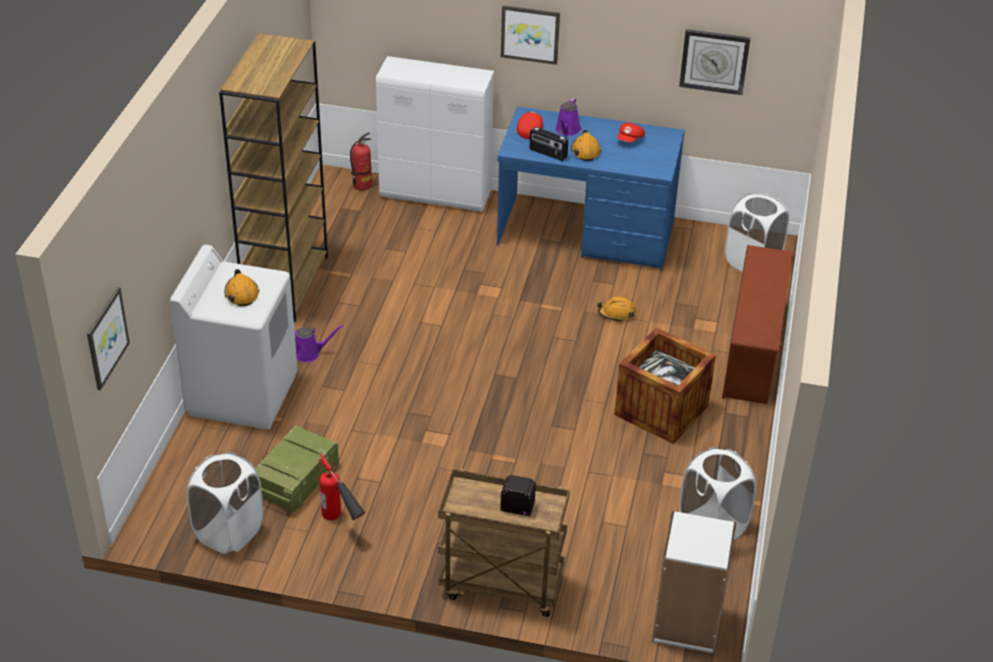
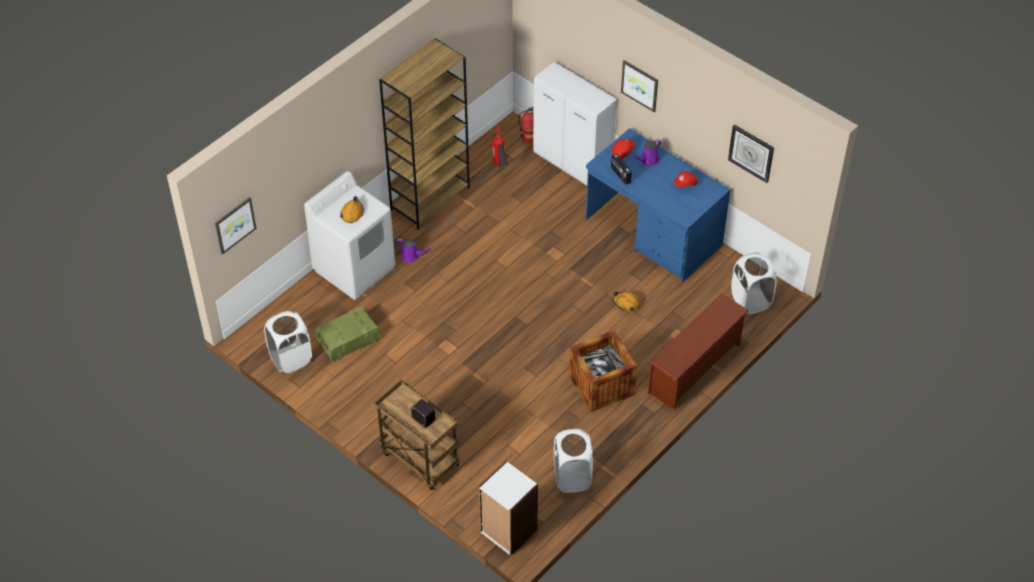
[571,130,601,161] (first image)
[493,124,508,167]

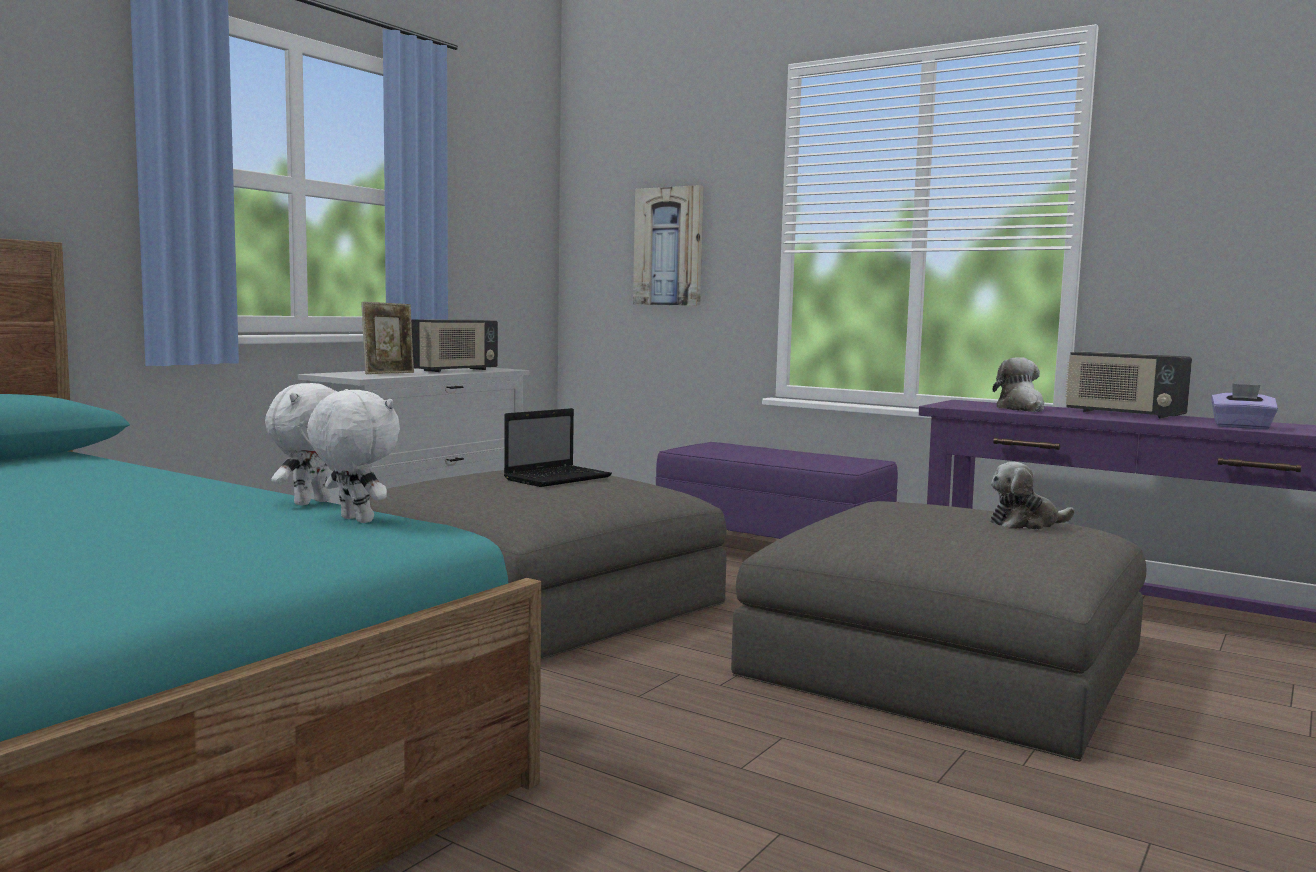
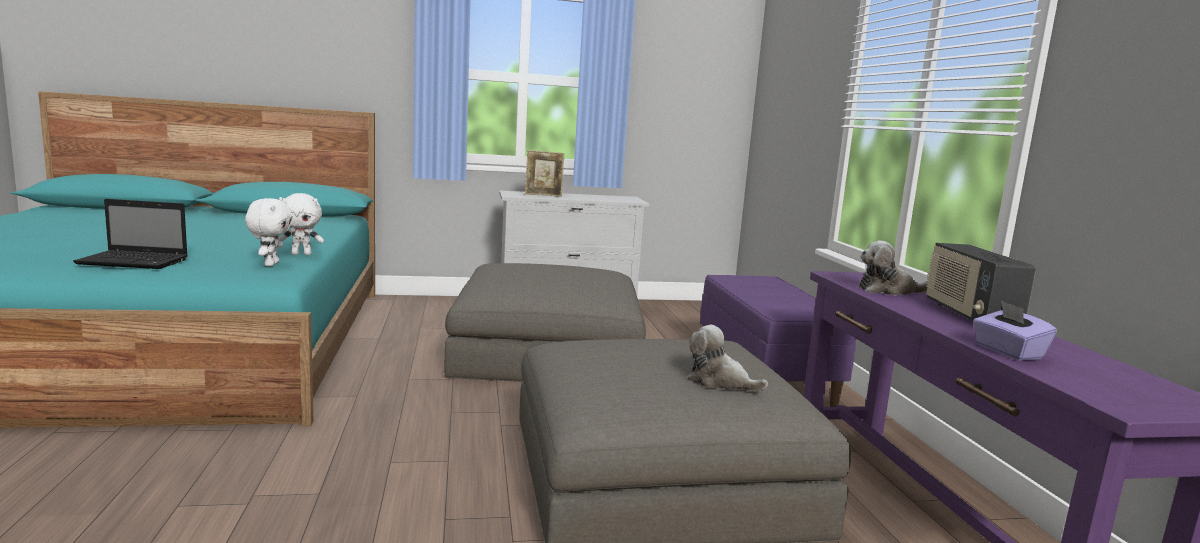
[633,185,704,306] (first image)
[411,319,498,372] (first image)
[859,241,928,295]
[73,199,188,269]

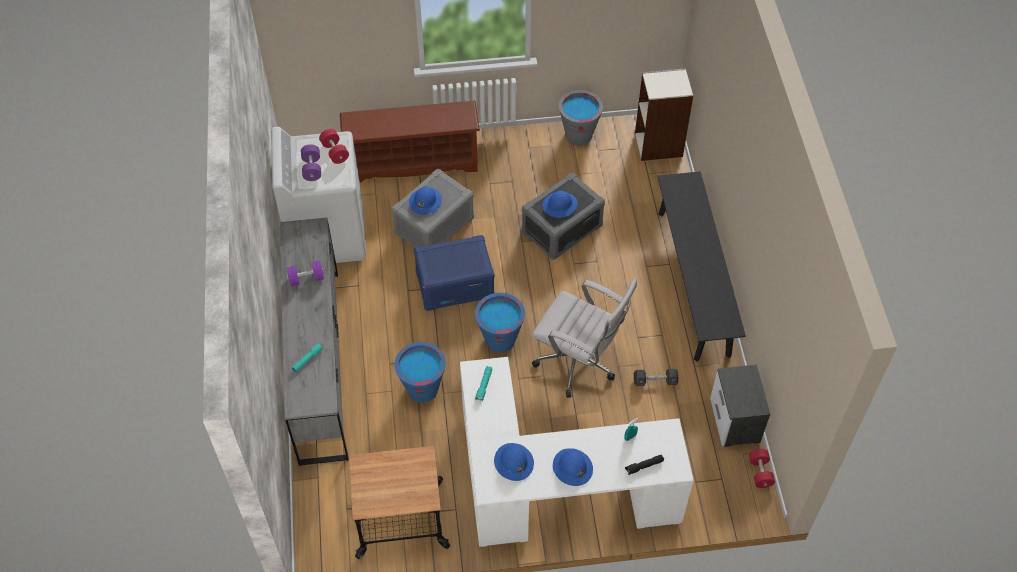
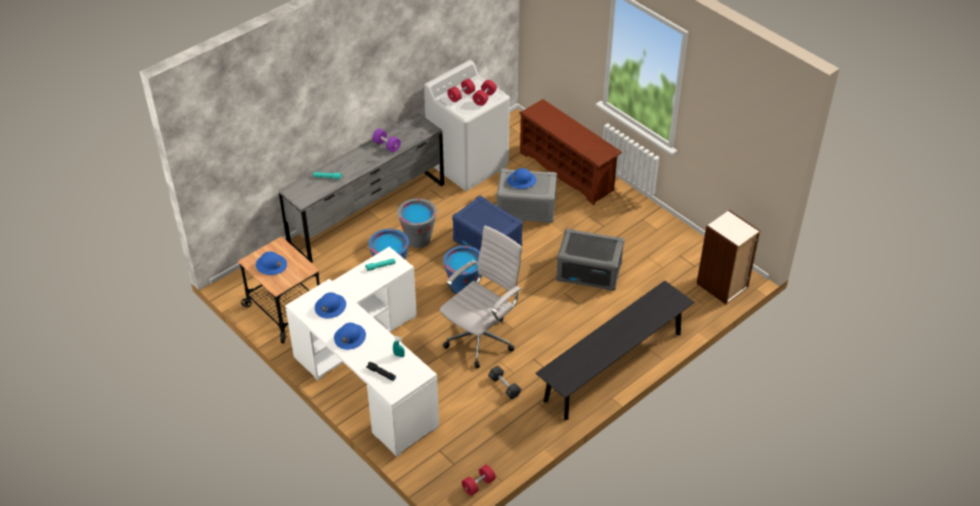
[397,198,437,248]
[447,79,475,102]
[256,251,287,275]
[440,225,522,368]
[710,364,770,447] (first image)

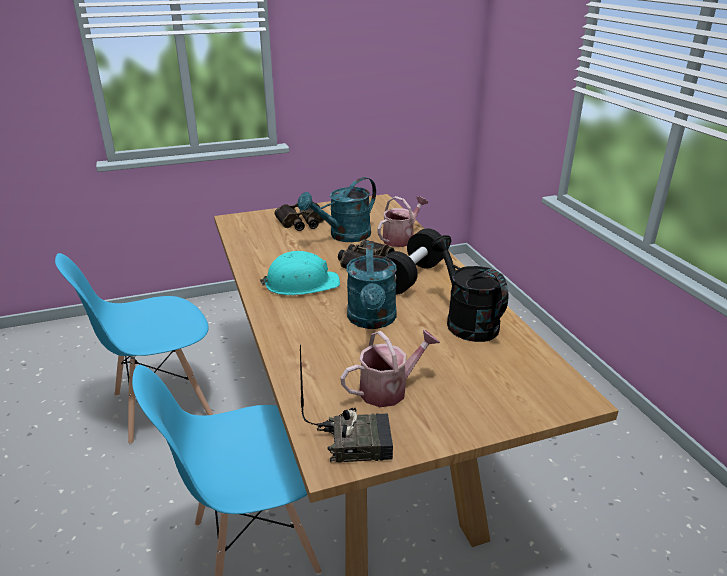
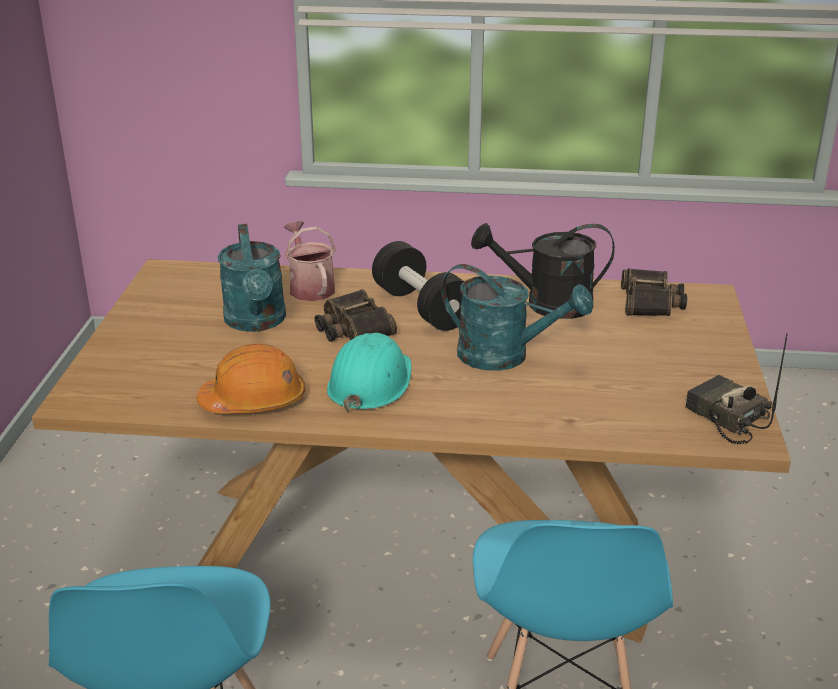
[621,268,687,316]
[340,330,440,407] (first image)
[686,333,788,444]
[197,344,305,414]

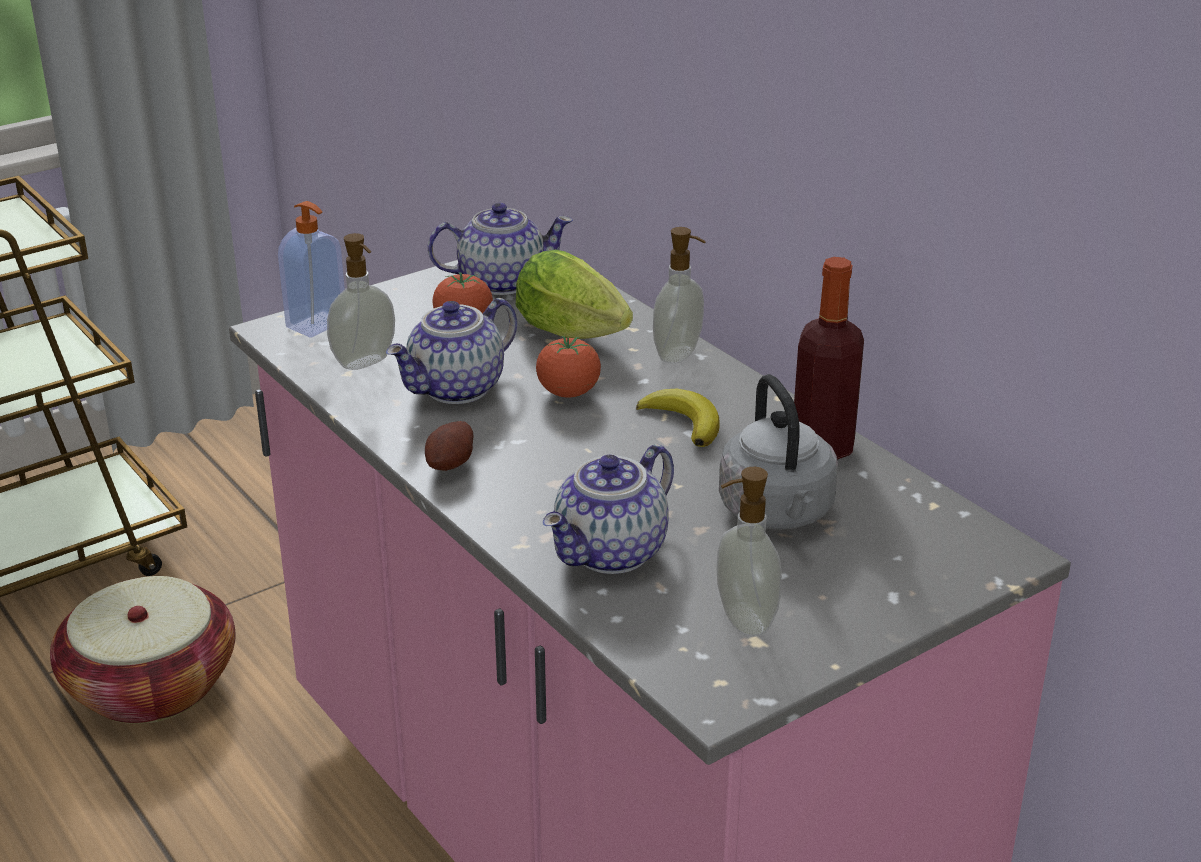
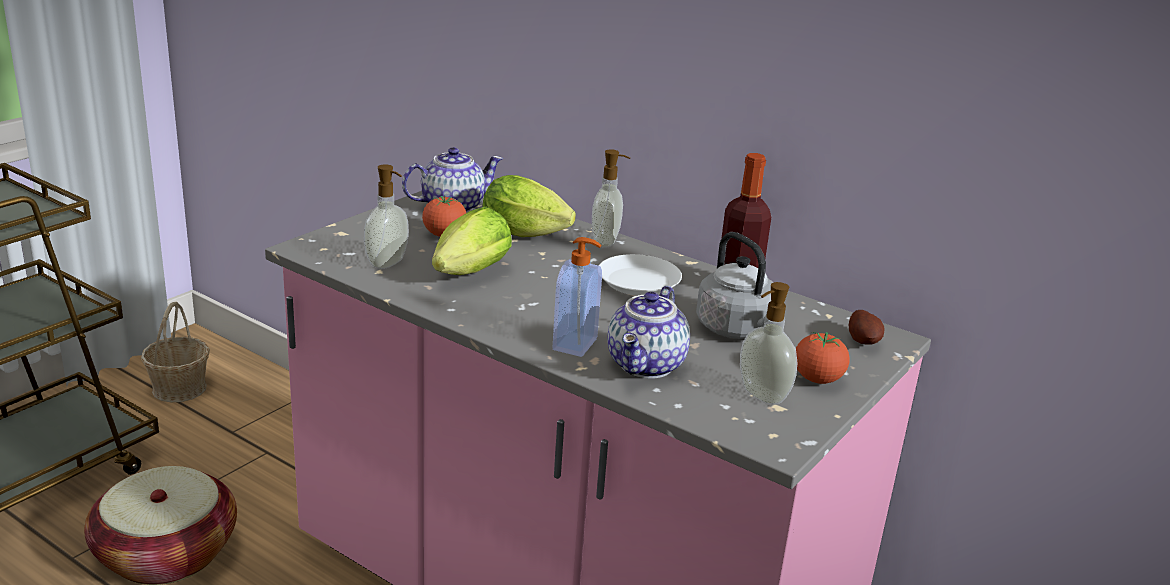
[552,237,602,357]
[432,207,512,275]
[796,332,850,384]
[599,254,682,296]
[849,310,884,345]
[141,302,210,402]

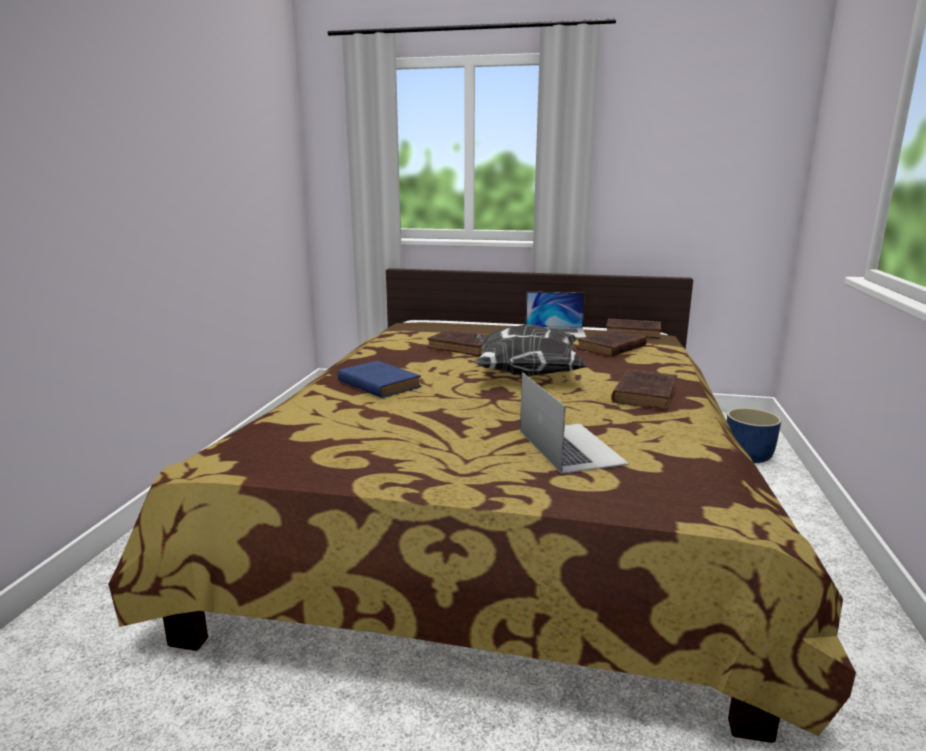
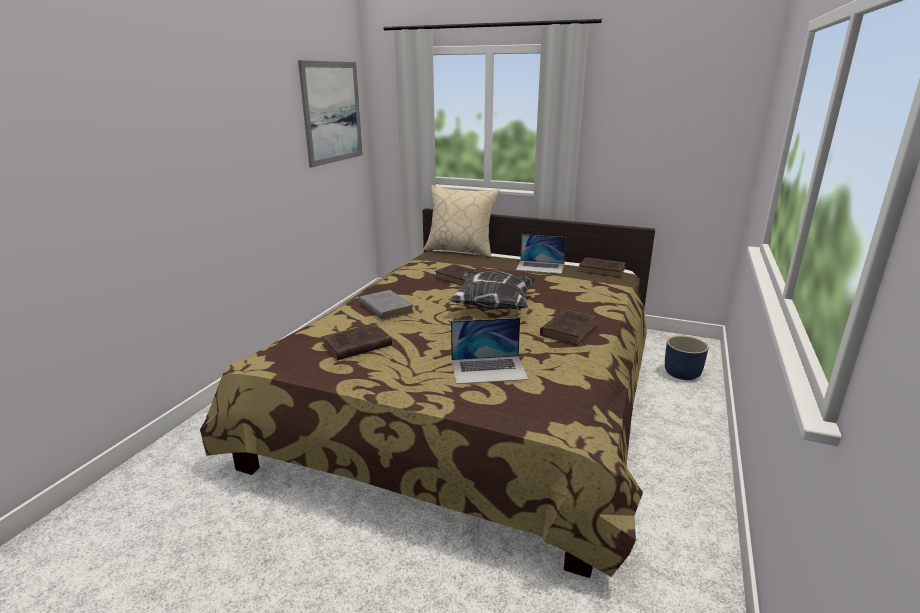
[322,323,392,360]
[360,290,414,320]
[451,318,529,384]
[298,60,363,167]
[423,185,500,258]

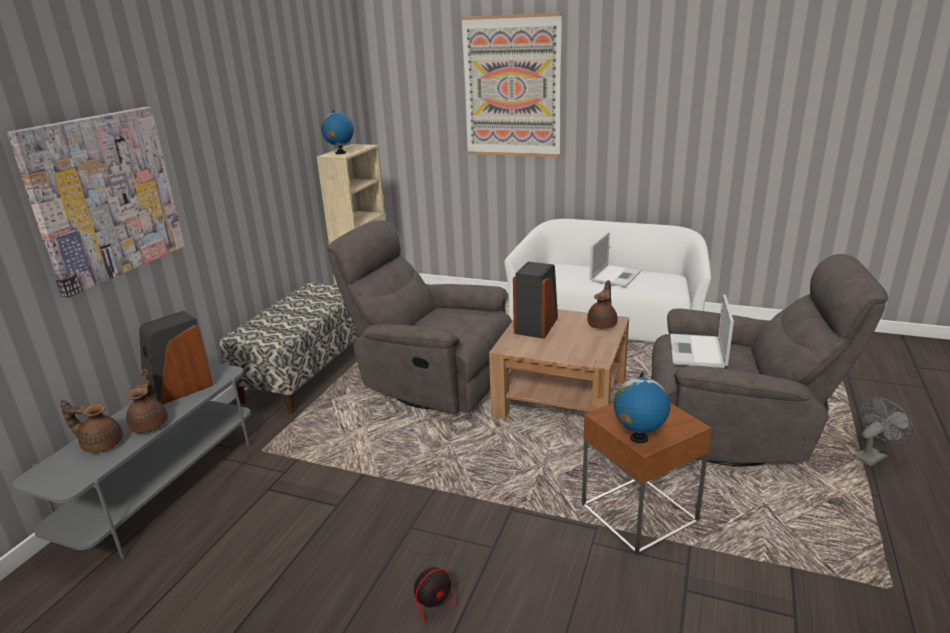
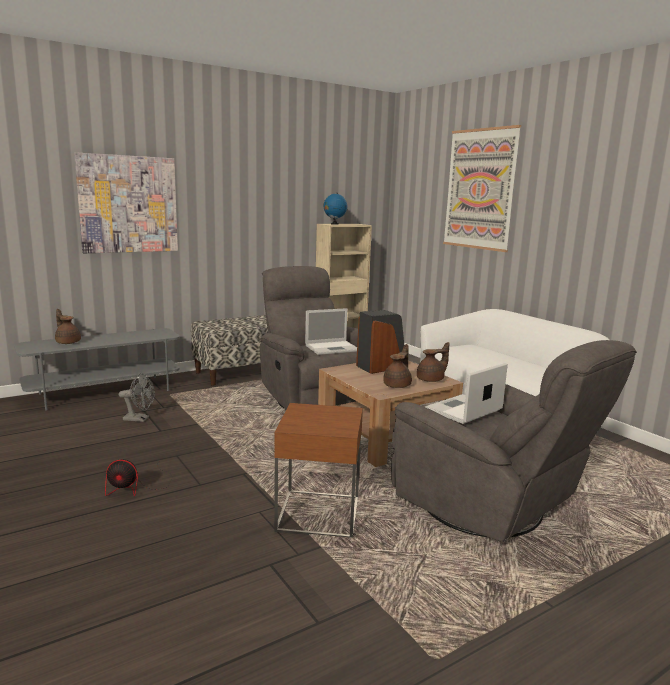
[305,308,357,355]
[139,311,213,405] (first image)
[383,344,412,388]
[614,372,670,443] (first image)
[119,373,155,422]

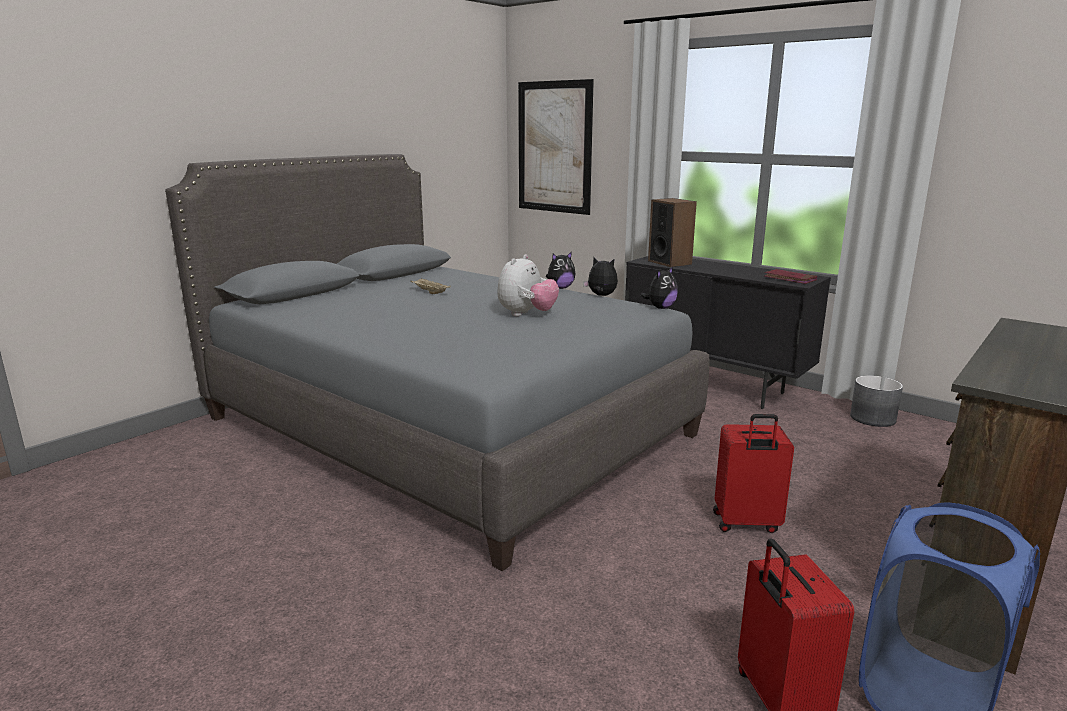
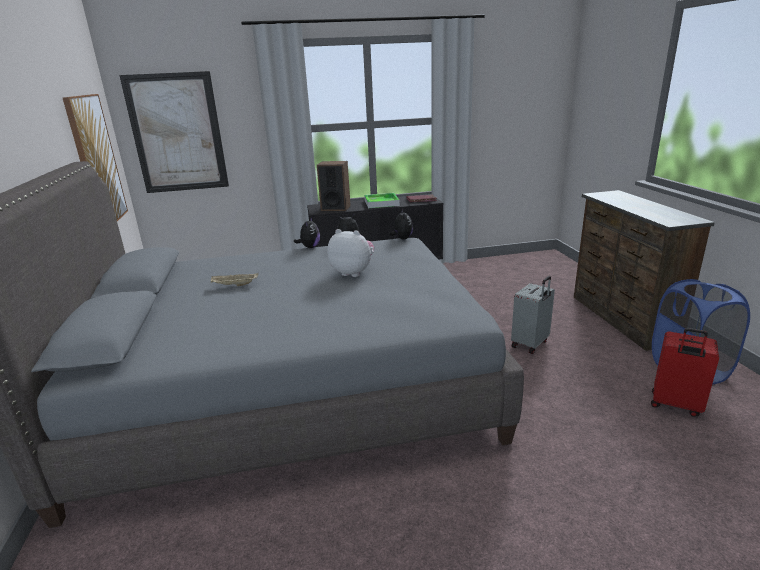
[327,229,374,277]
[850,375,903,427] (first image)
[511,276,555,354]
[63,94,128,221]
[364,193,400,208]

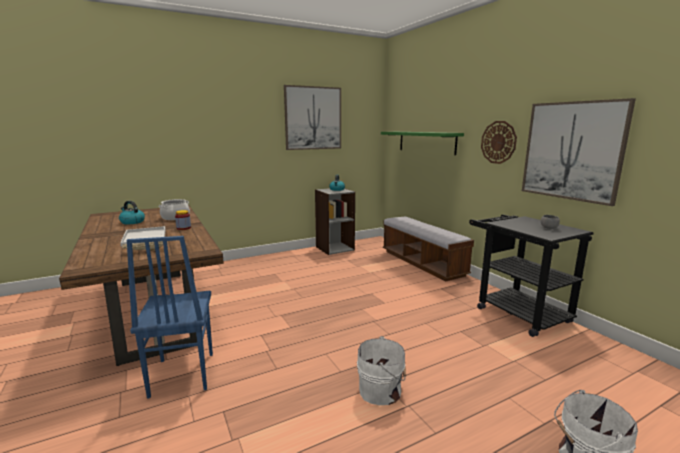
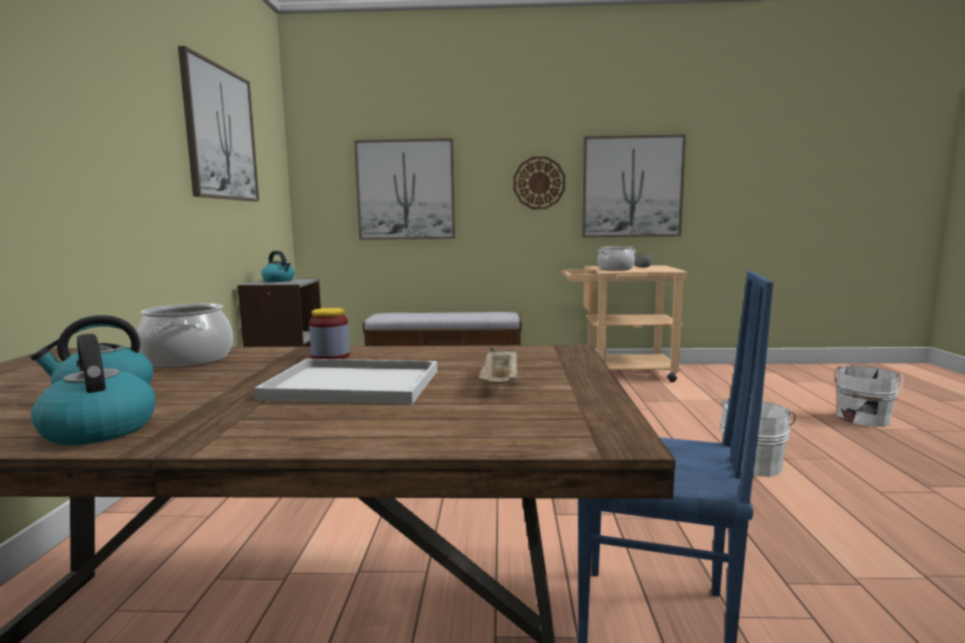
[354,138,455,240]
[561,265,687,382]
[597,247,635,271]
[31,334,155,445]

